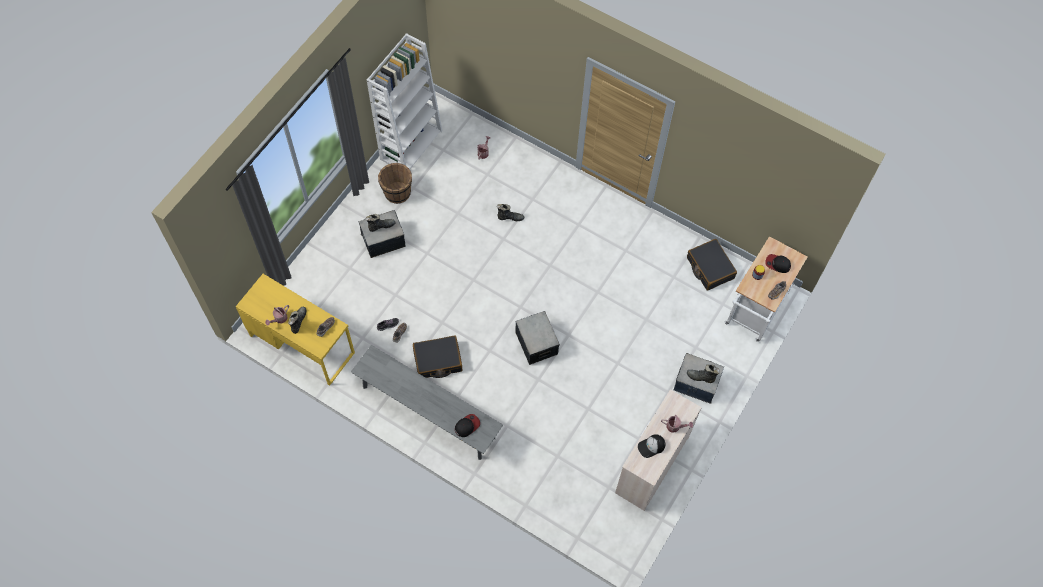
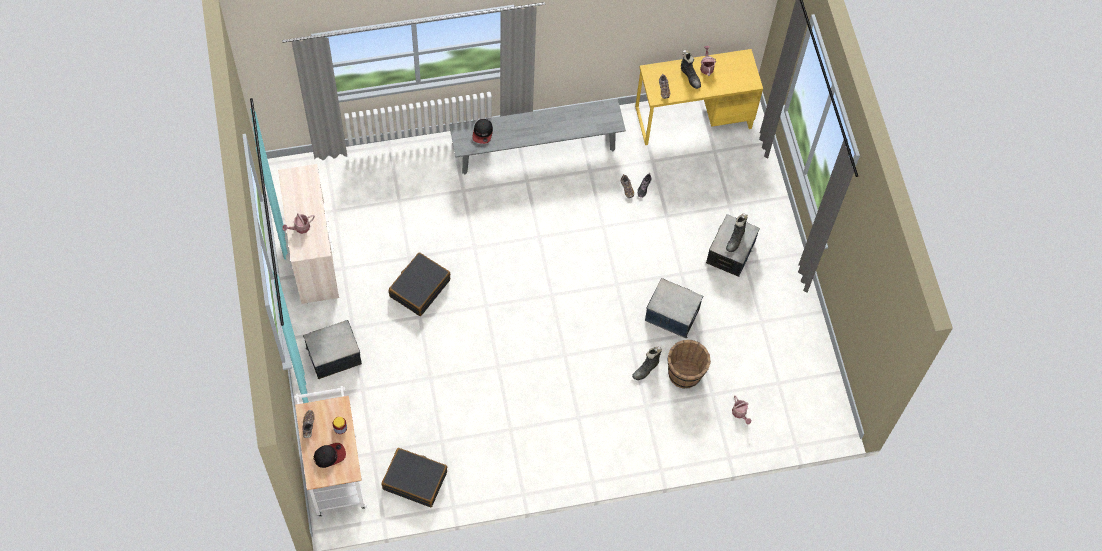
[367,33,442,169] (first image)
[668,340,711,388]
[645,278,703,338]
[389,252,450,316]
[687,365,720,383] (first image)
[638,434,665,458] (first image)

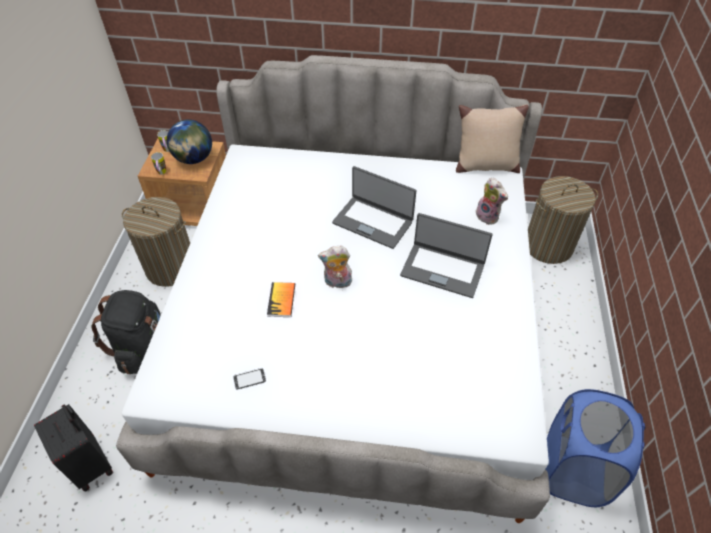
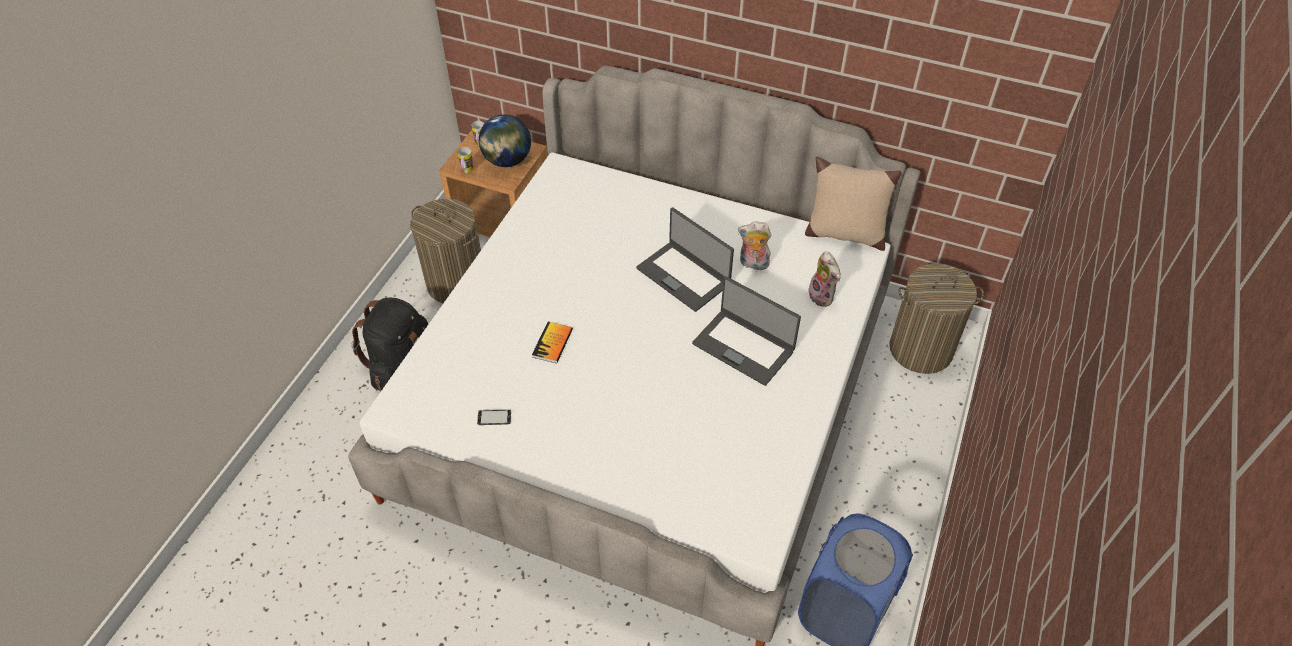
[738,222,771,270]
[34,404,113,492] (first image)

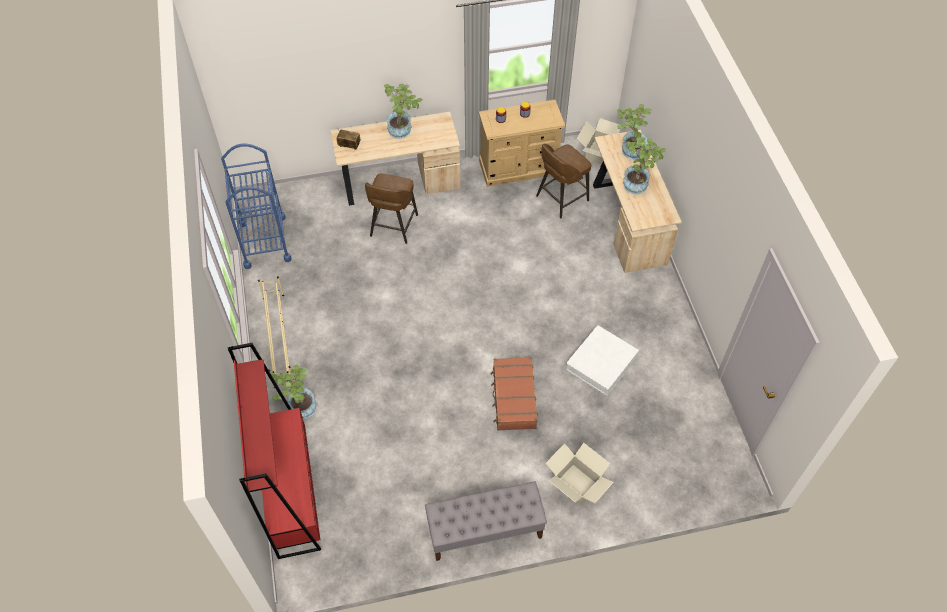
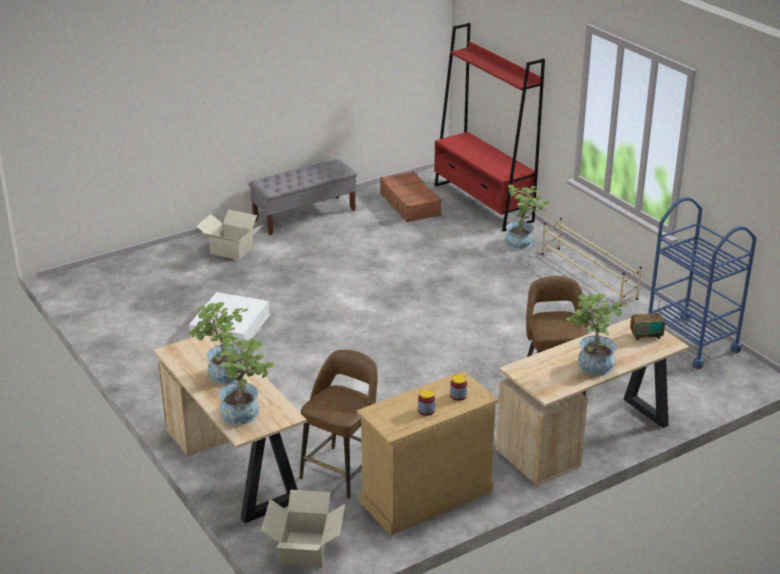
[380,171,442,222]

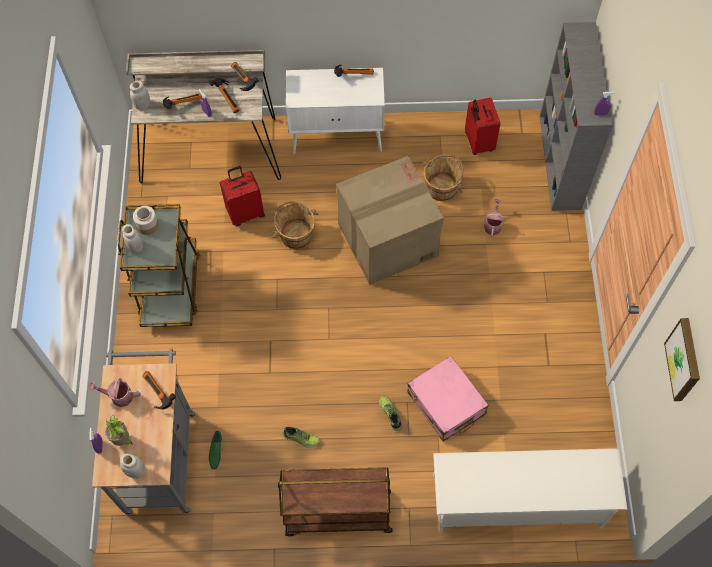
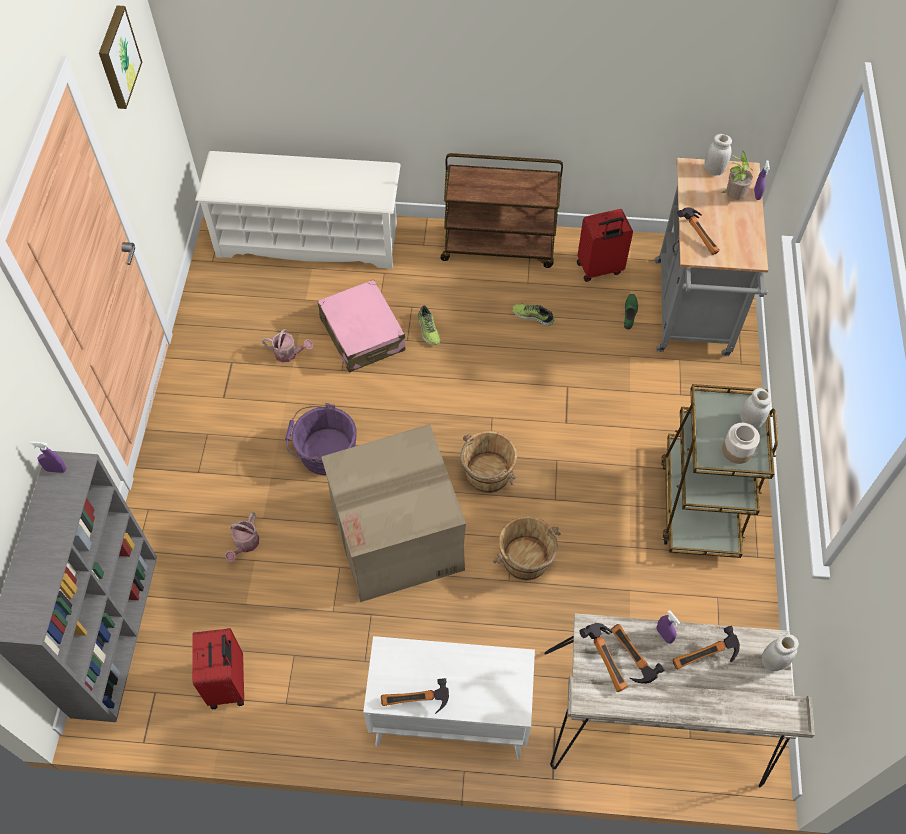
[460,431,517,493]
[577,209,633,282]
[262,329,313,363]
[285,403,357,475]

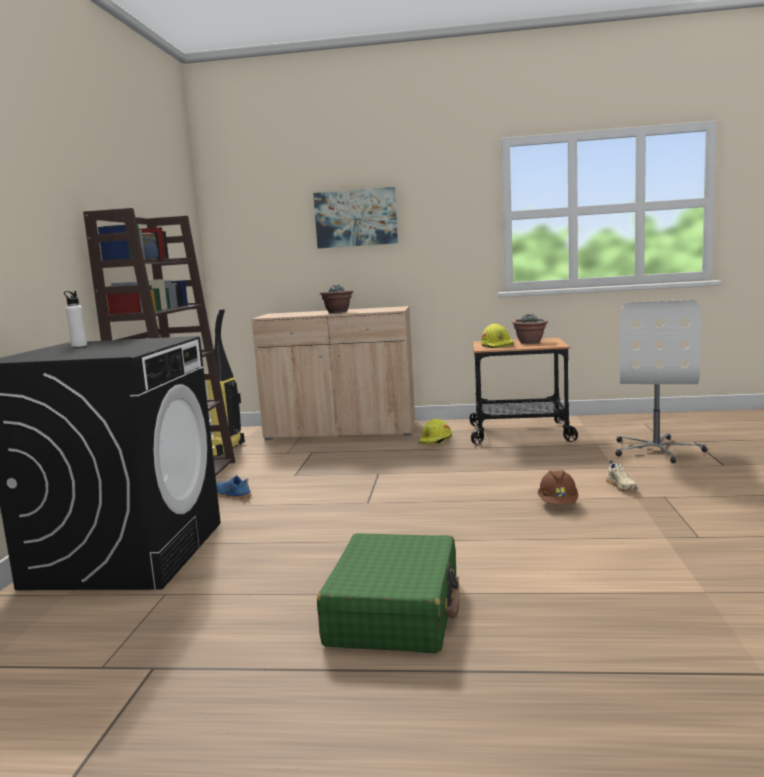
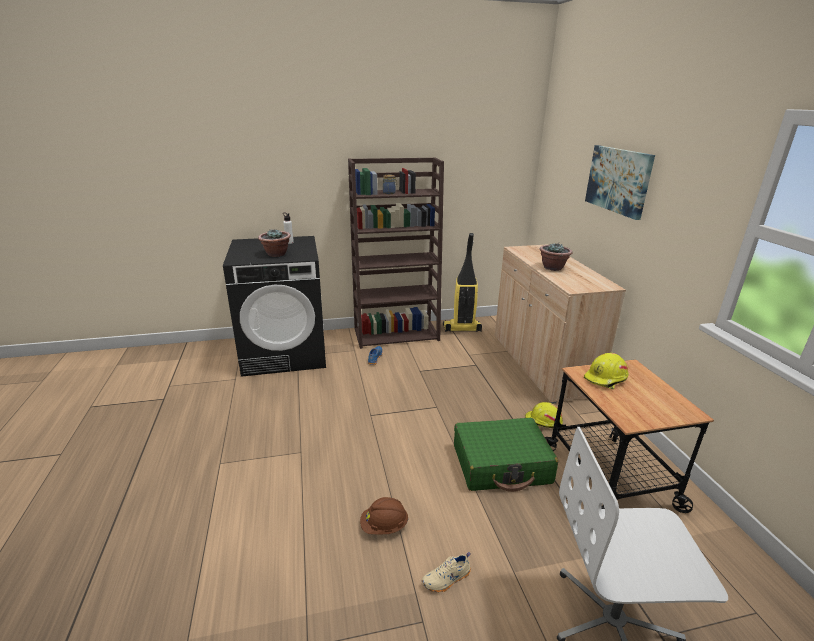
[258,229,291,257]
[454,418,558,492]

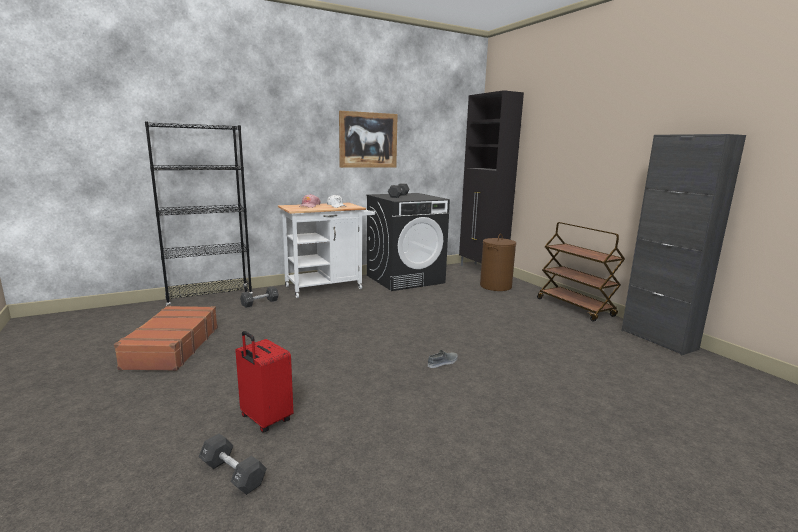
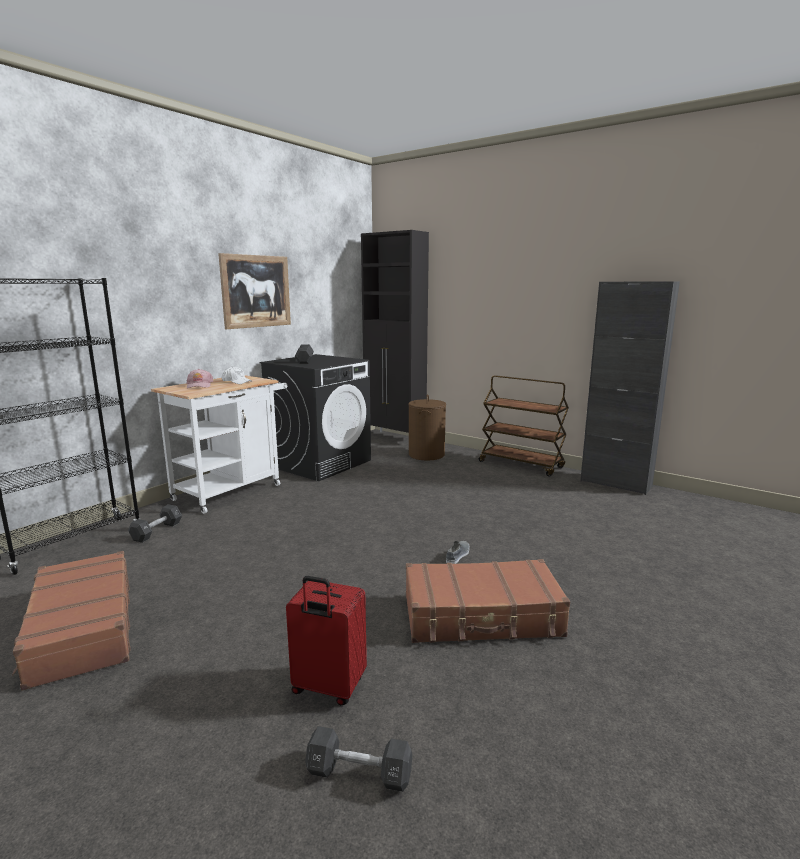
[406,559,570,643]

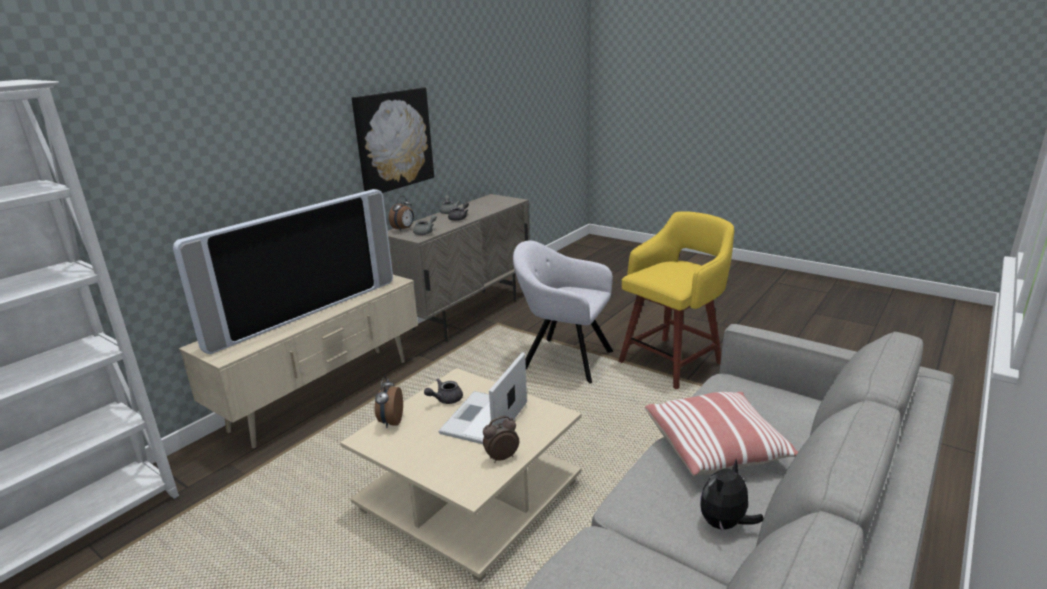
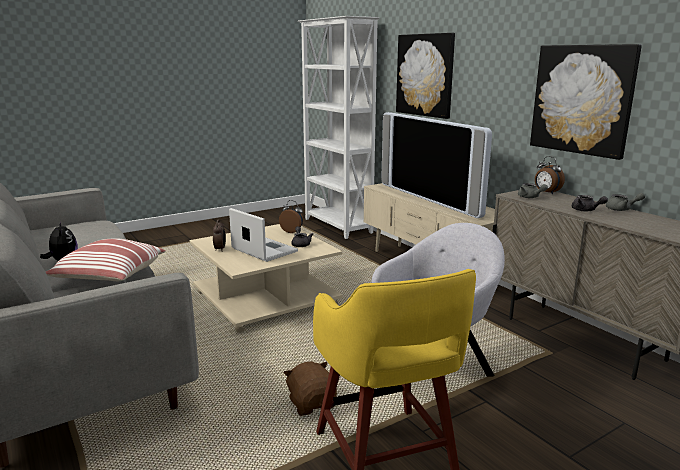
[396,33,455,119]
[284,361,337,416]

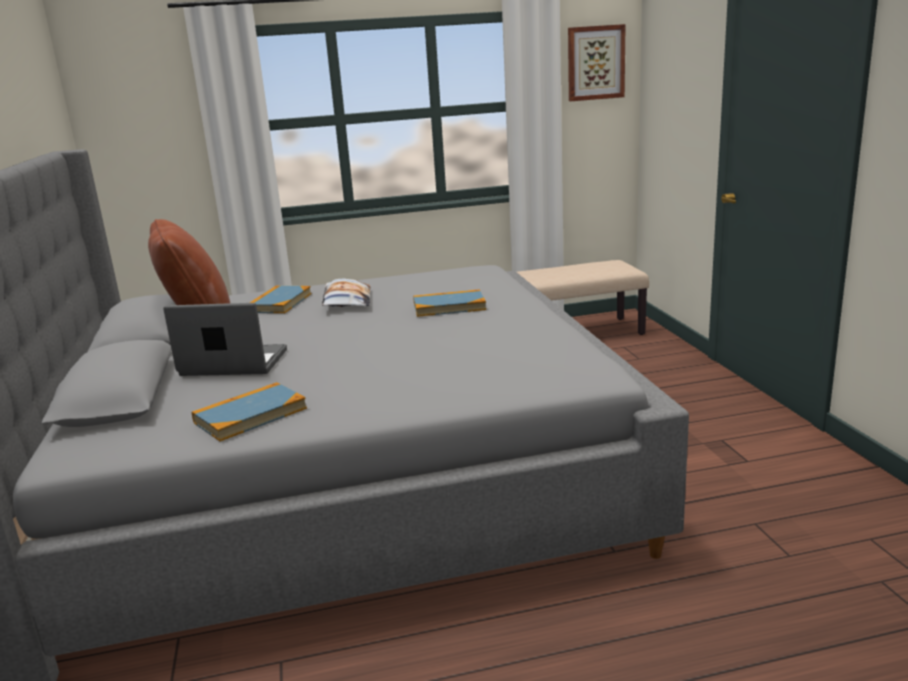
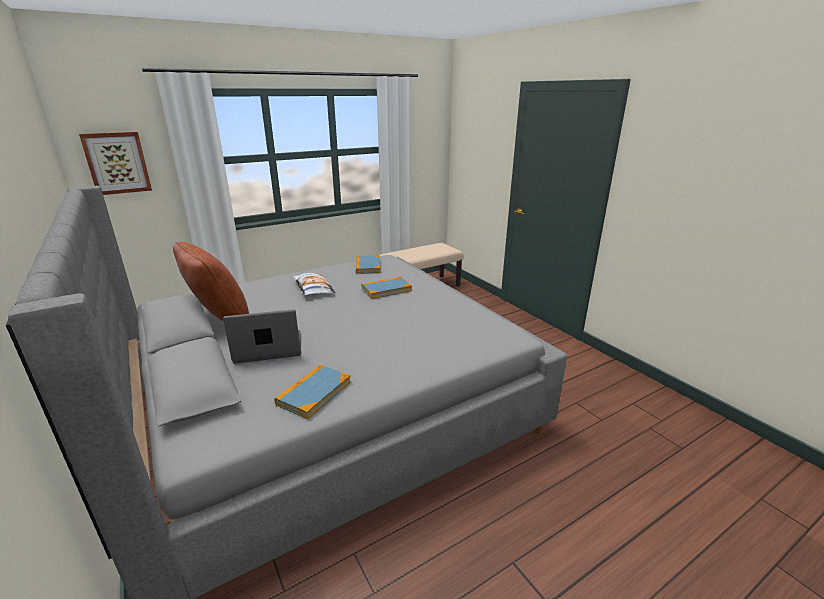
[79,132,152,195]
[356,255,381,274]

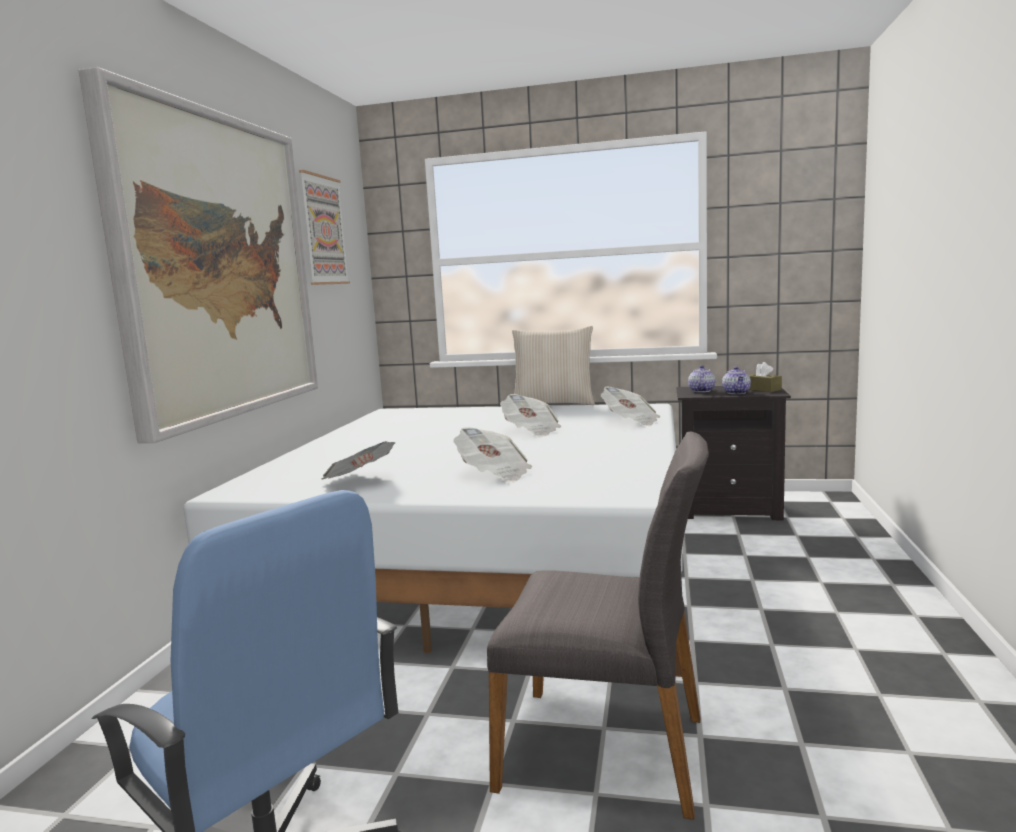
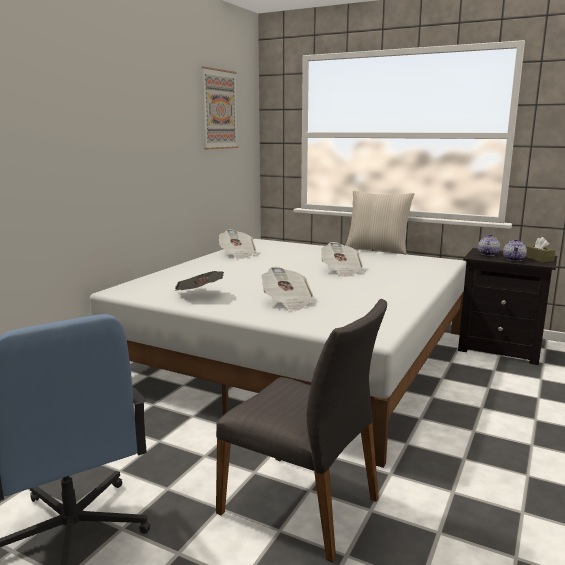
[79,67,318,443] (first image)
[219,229,256,259]

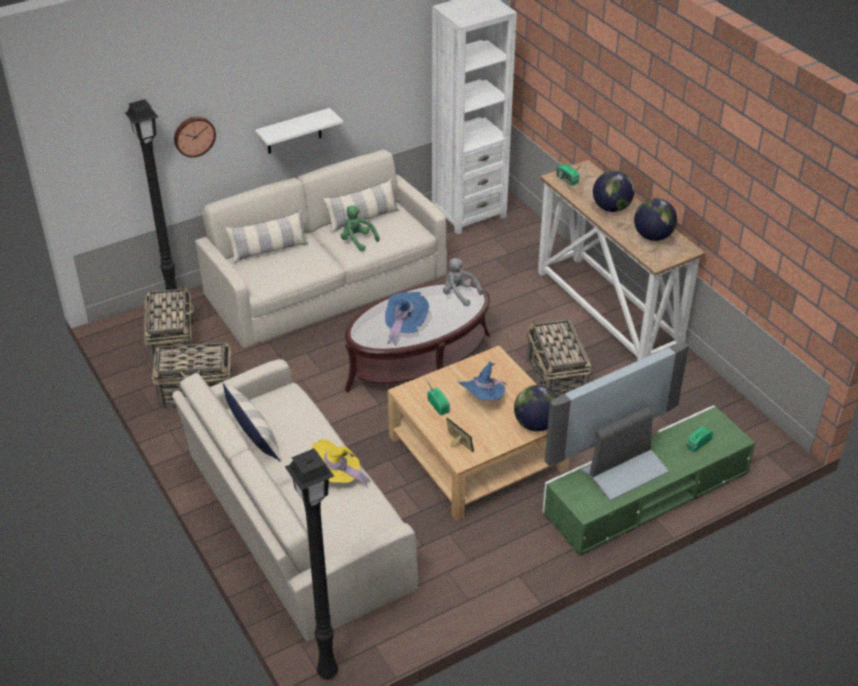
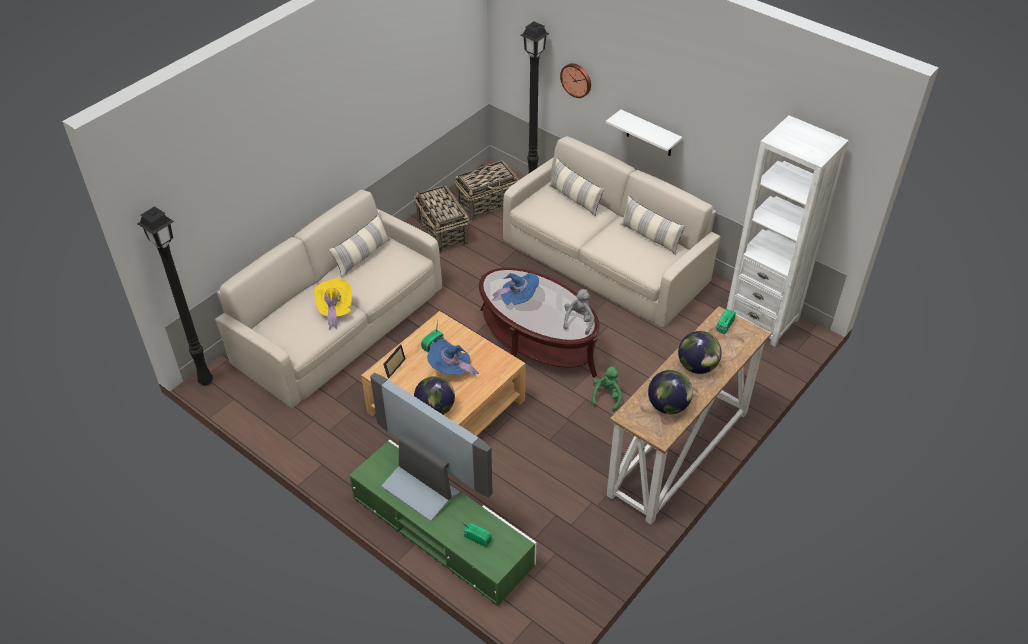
[591,366,622,412]
[527,320,591,397] (first image)

